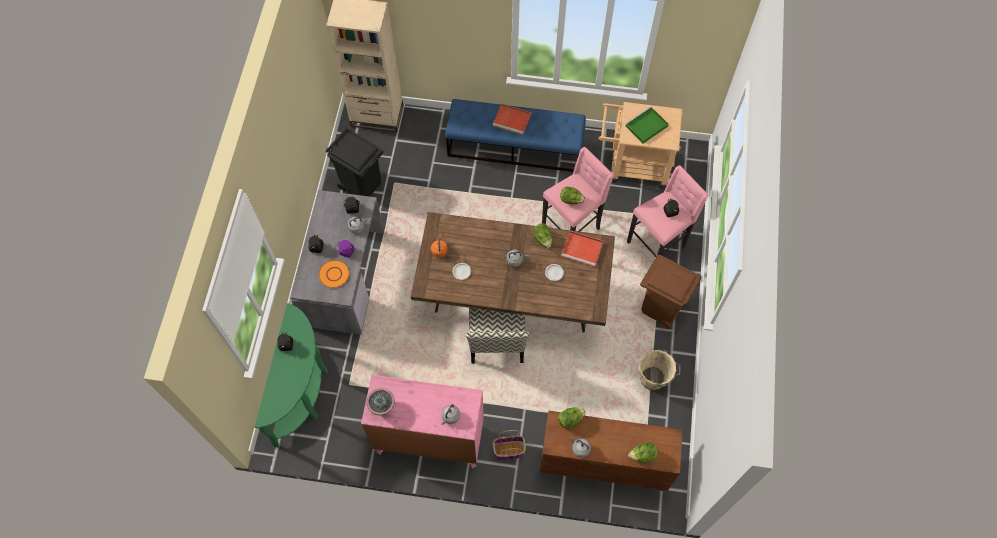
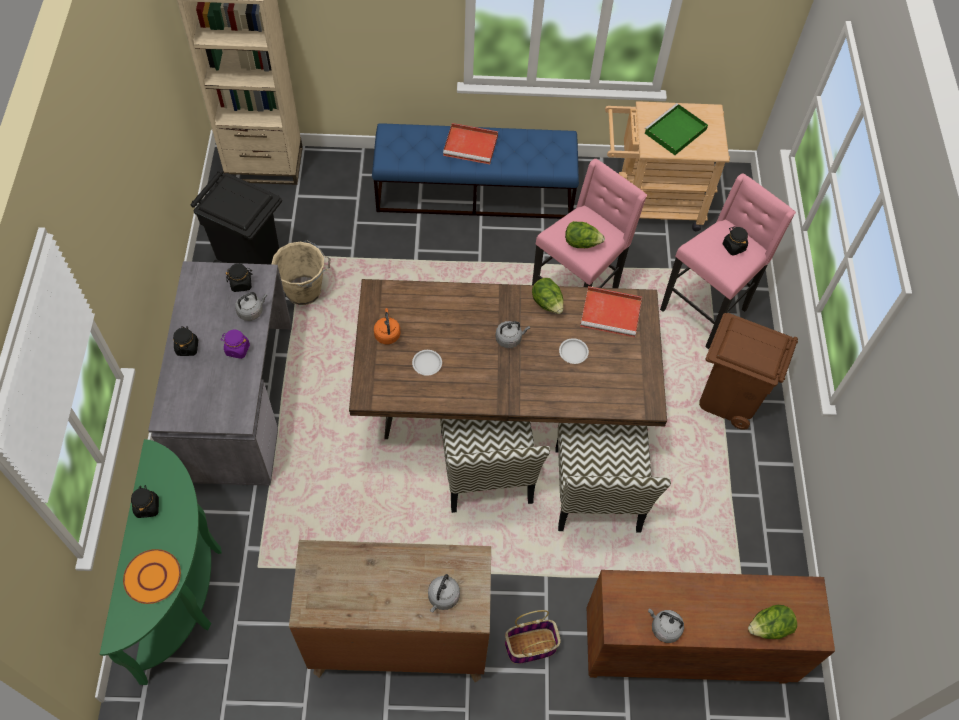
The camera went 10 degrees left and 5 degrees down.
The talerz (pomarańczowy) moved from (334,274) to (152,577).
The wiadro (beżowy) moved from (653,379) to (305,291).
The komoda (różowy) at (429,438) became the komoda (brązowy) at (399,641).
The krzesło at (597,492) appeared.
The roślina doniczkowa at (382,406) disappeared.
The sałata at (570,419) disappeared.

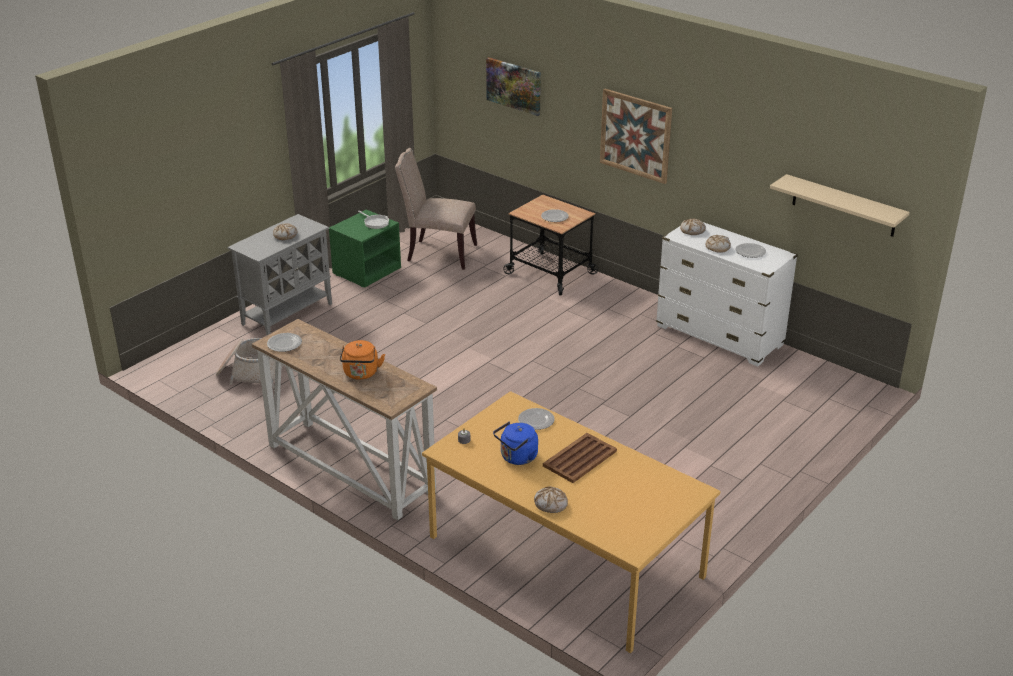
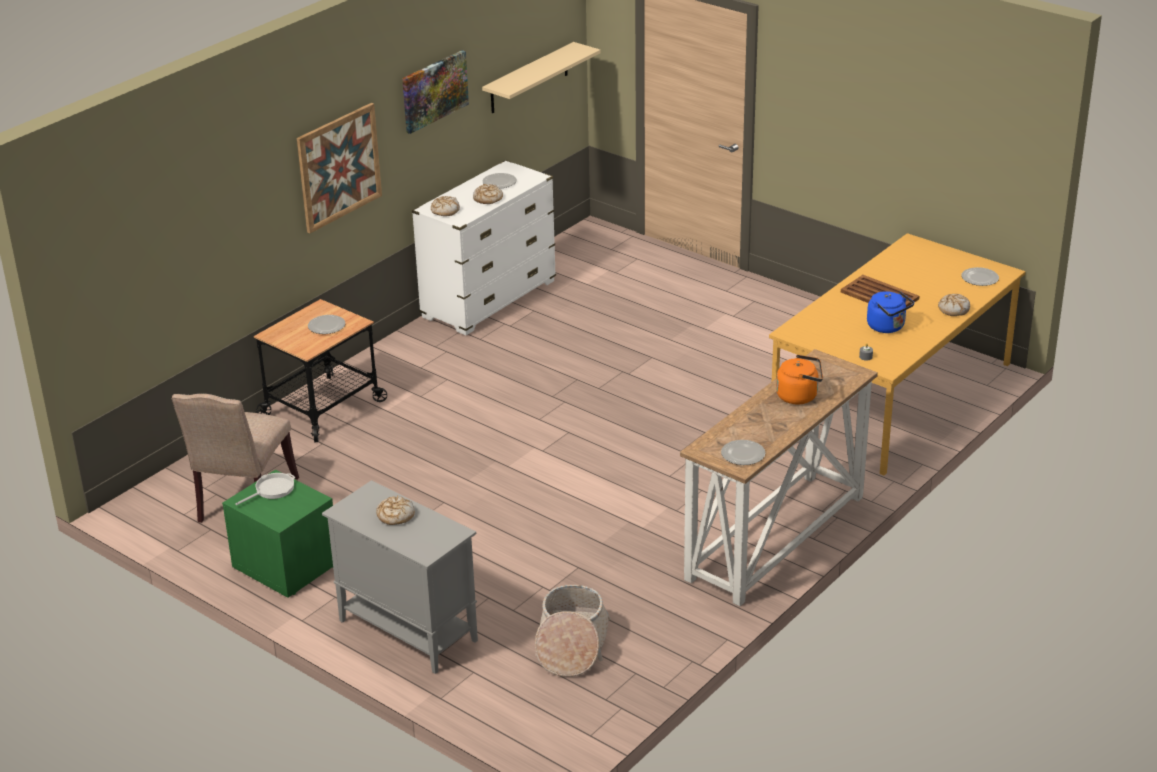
The camera went 90 degrees left and 0 degrees up.
The obraz moved from (514,85) to (434,91).
The talerz moved from (536,420) to (979,278).

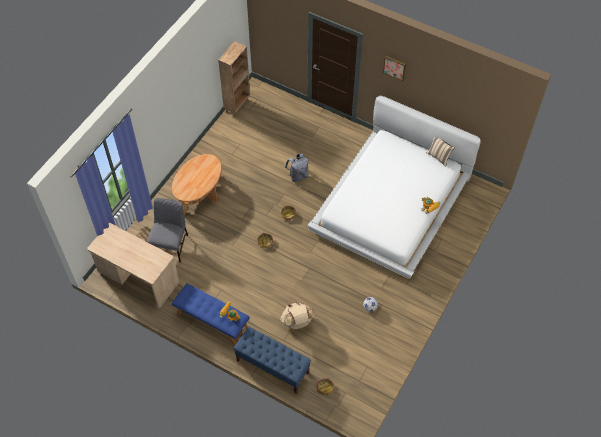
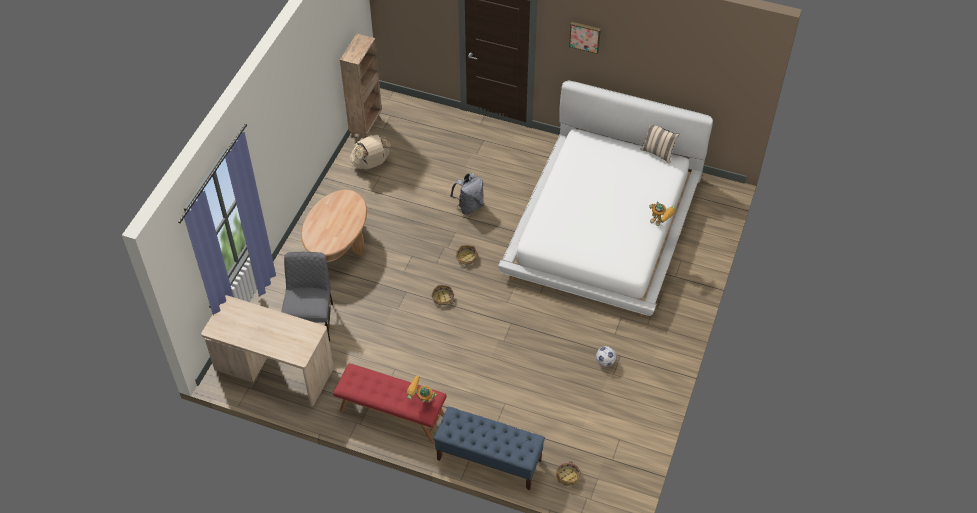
The camera went 10 degrees left and 5 degrees down.
The ławka (niebieski) at (212,322) became the ławka (czerwony) at (391,413).
The plecak (beżowy) moved from (297,322) to (371,164).

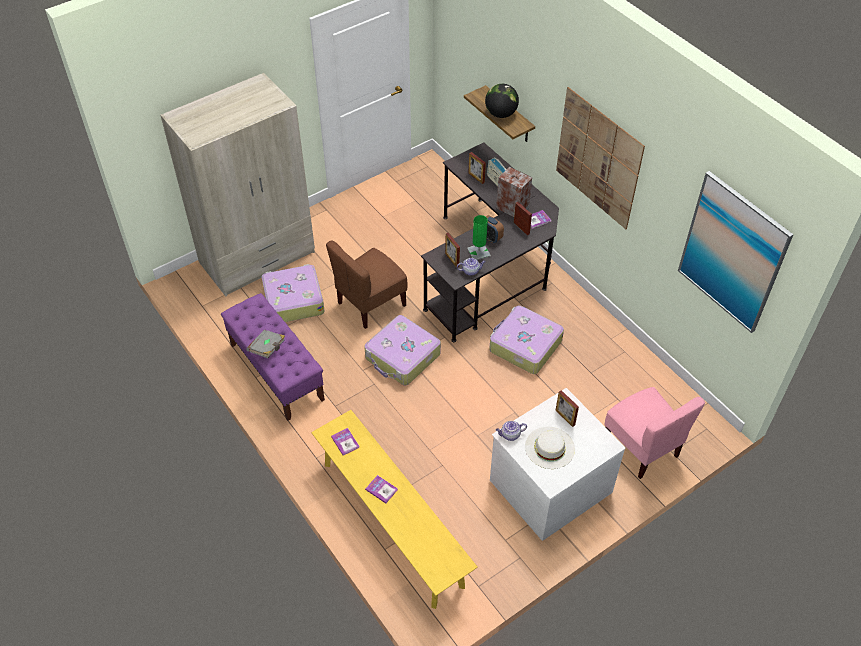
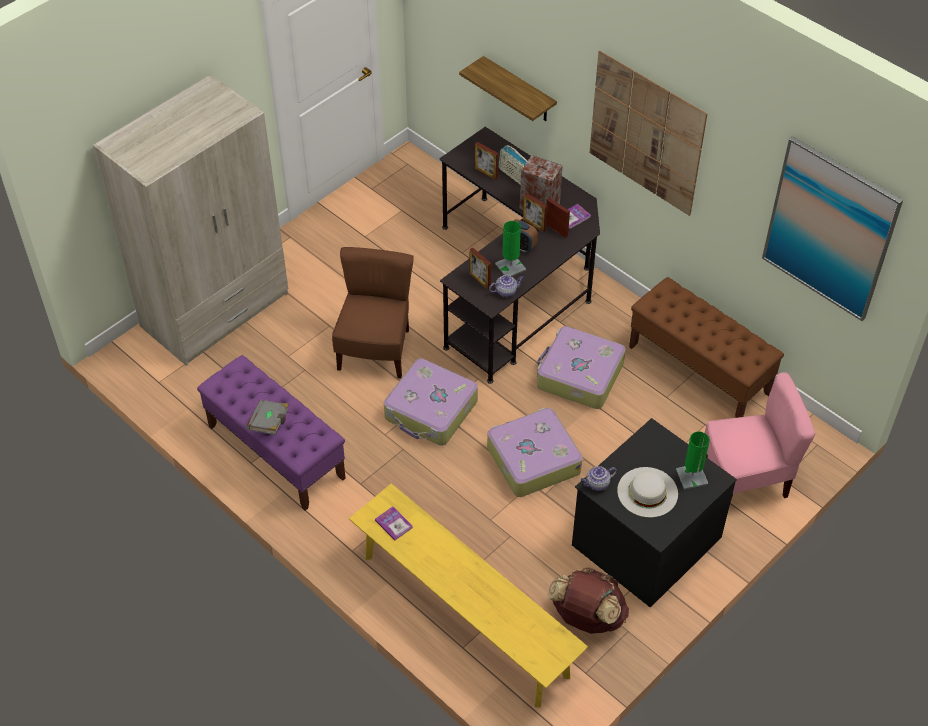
The camera went 10 degrees left and 0 degrees up.
The krzesło (brązowy) at (370,304) turned 150 degrees clockwise.
The walizka moved from (293,300) to (532,459).
The ramka na zdjęcie moved from (565,417) to (534,225).
The plecak (brązowy) at (586,617) appeared.
The komoda (biały) at (549,484) became the komoda (czarny) at (644,539).
The ławka (brązowy) at (699,370) appeared.
The lampa stołowa (zielony) at (691,476) appeared.
The krzesło (różowy) at (641,448) turned 60 degrees counterclockwise.
The książka at (381,489) disappeared.
The globus at (501,114) disappeared.

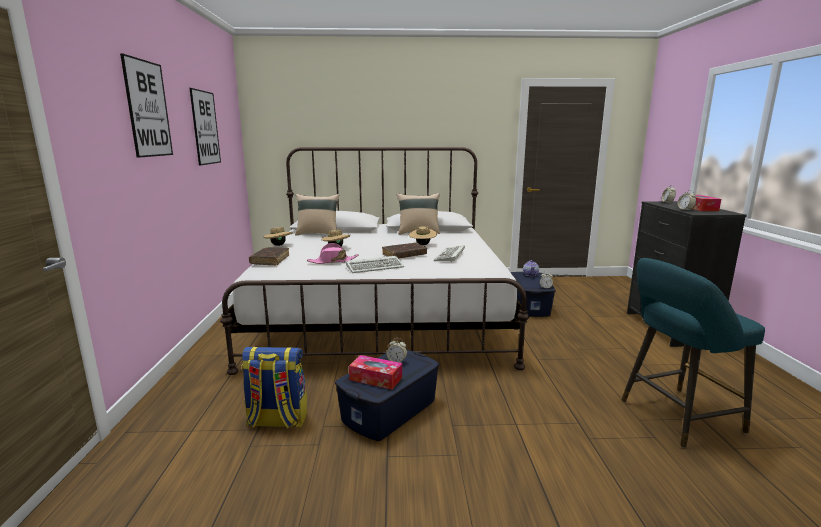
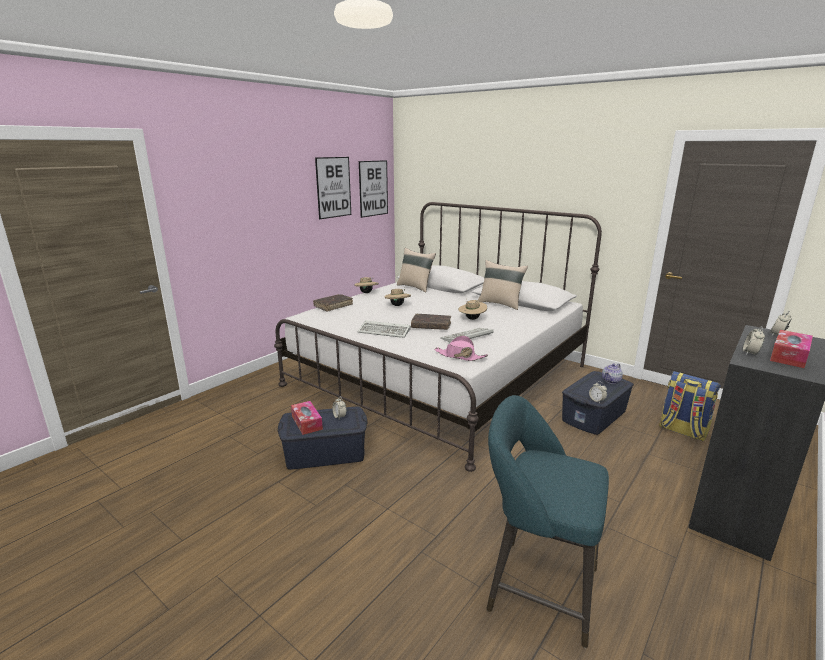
The camera went 40 degrees right and 5 degrees up.
The obraz moved from (148,109) to (373,188).
The kapelusz (różowy) moved from (333,261) to (460,356).
The plecak moved from (277,421) to (682,431).

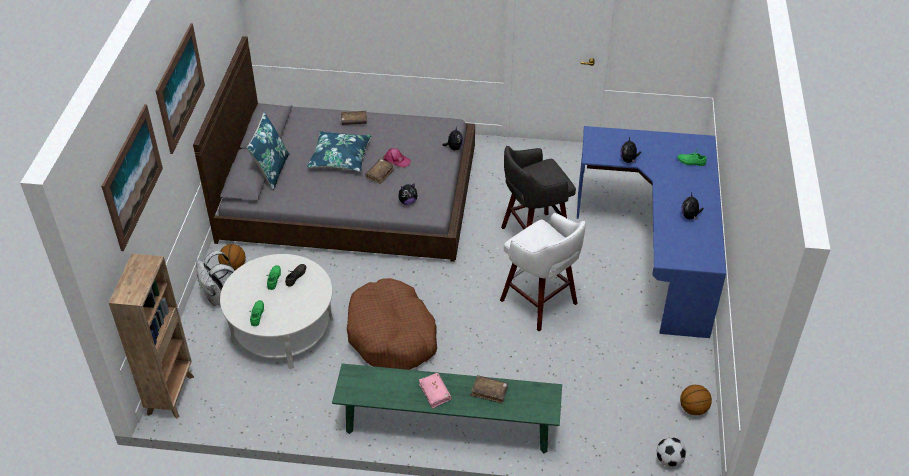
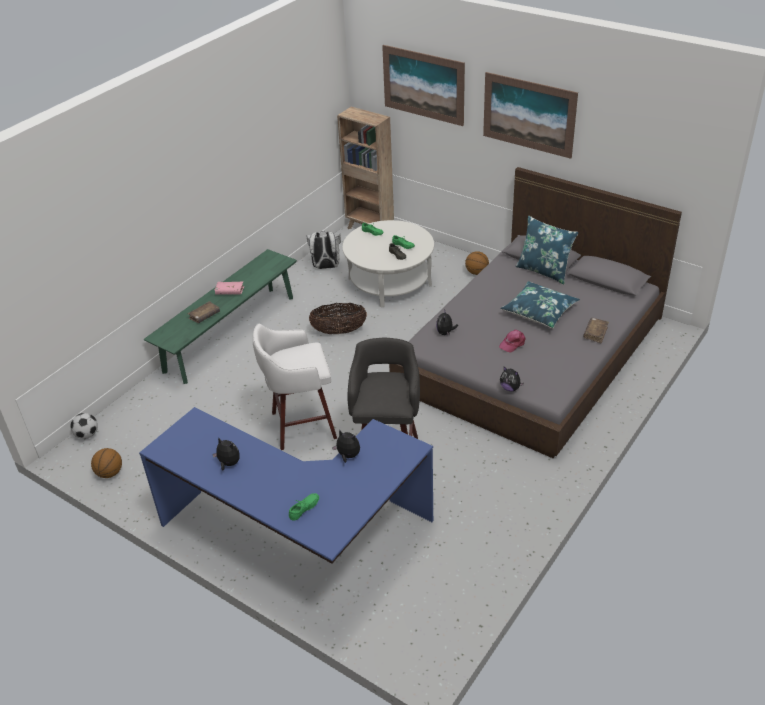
The camera went 120 degrees right and 5 degrees down.
The plecak (biały) moved from (219,297) to (326,267).
The legowisko (brązowy) at (392,335) was replaced by the koszyk at (339,331).
The książka (brązowy) at (380,174) disappeared.

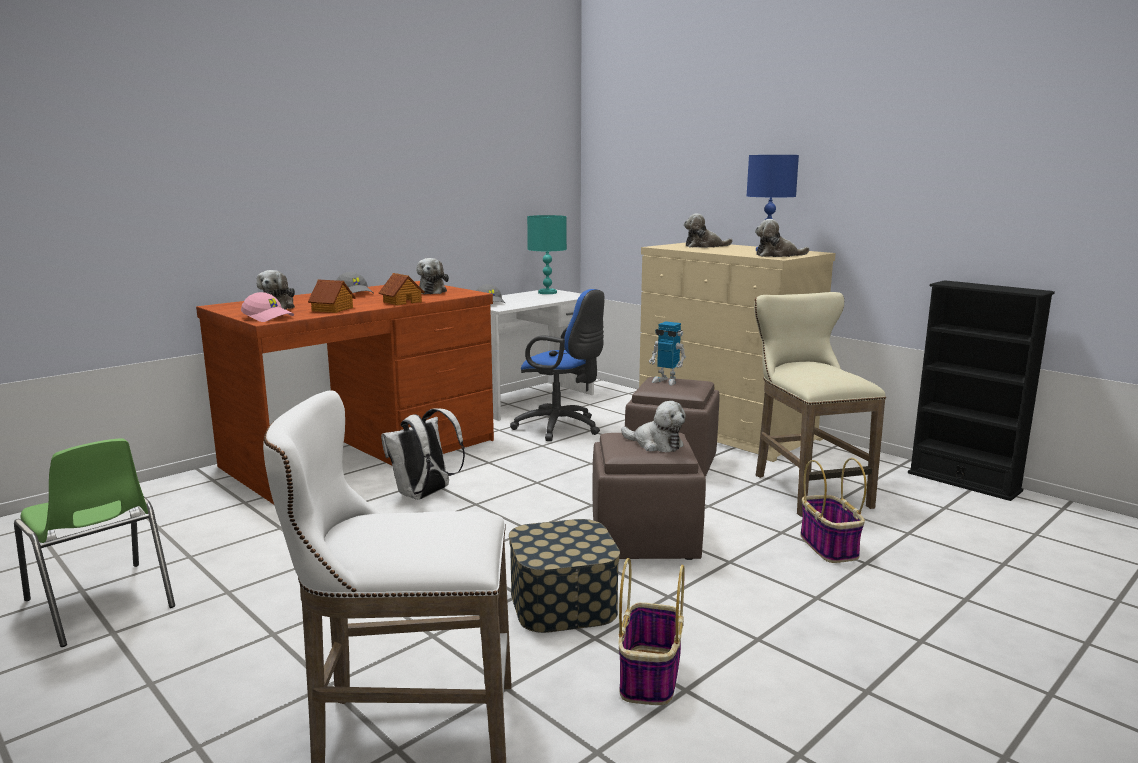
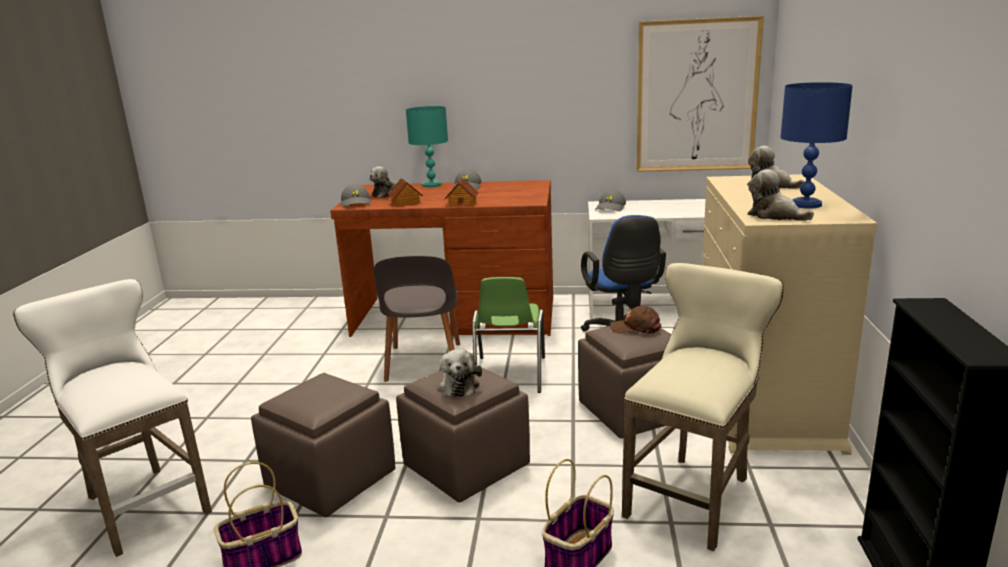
The camera went 50 degrees right and 5 degrees up.
The pojemnik do przechowywania at (563,602) was replaced by the pufa (brązowy) at (331,481).
The czapka z daszkiem (różowy) at (269,317) became the czapka z daszkiem (szary) at (356,203).
The plecak (biały) at (424,495) was replaced by the krzesło (szary) at (423,363).
The lampa stołowa (turkusowy) moved from (547,292) to (431,185).
The krzesło (zielony) moved from (101,604) to (509,375).
The robot zabawkowy at (666,381) was replaced by the czapka z daszkiem (brązowy) at (636,328).
The obraz at (696,96) appeared.
The pluszak at (431,291) disappeared.

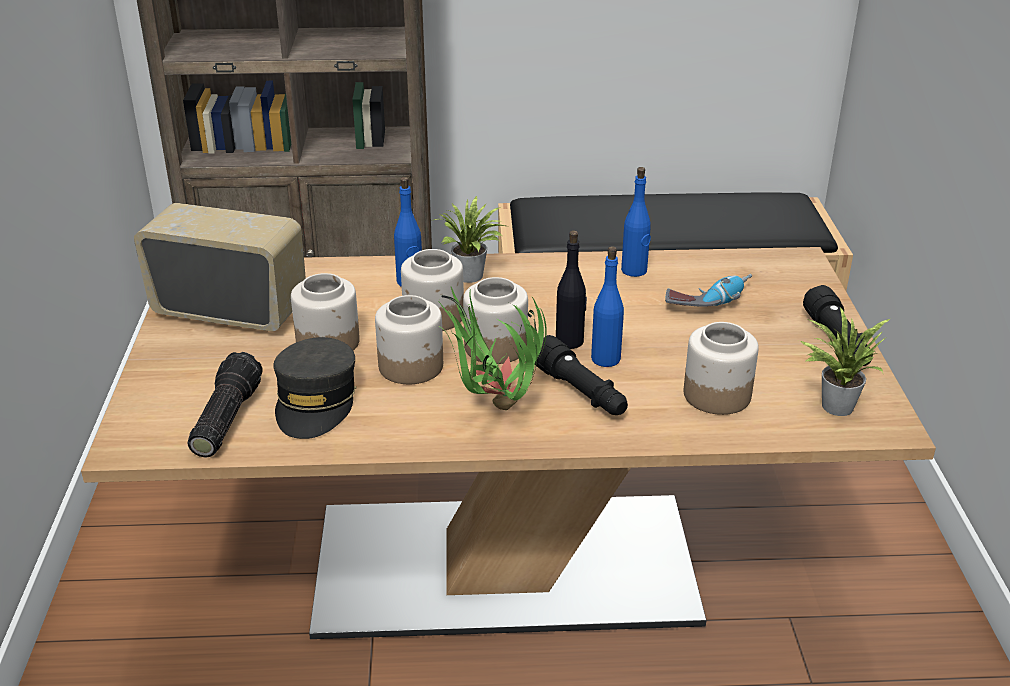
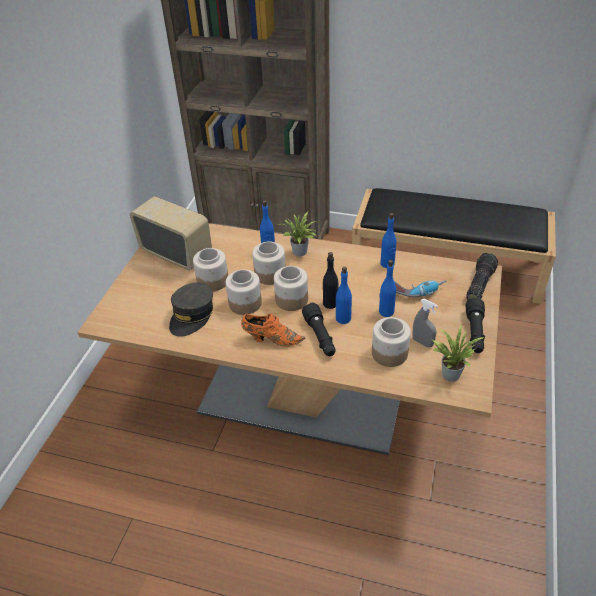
The camera went 20 degrees right and 10 degrees up.
The roślina doniczkowa at (492,411) was replaced by the but (pomarańczowy) at (271,339).
The butelka (niebieski) at (386,312) appeared.
The spryskiwacz (szary) at (422,342) appeared.
The latarka moved from (224,419) to (478,284).

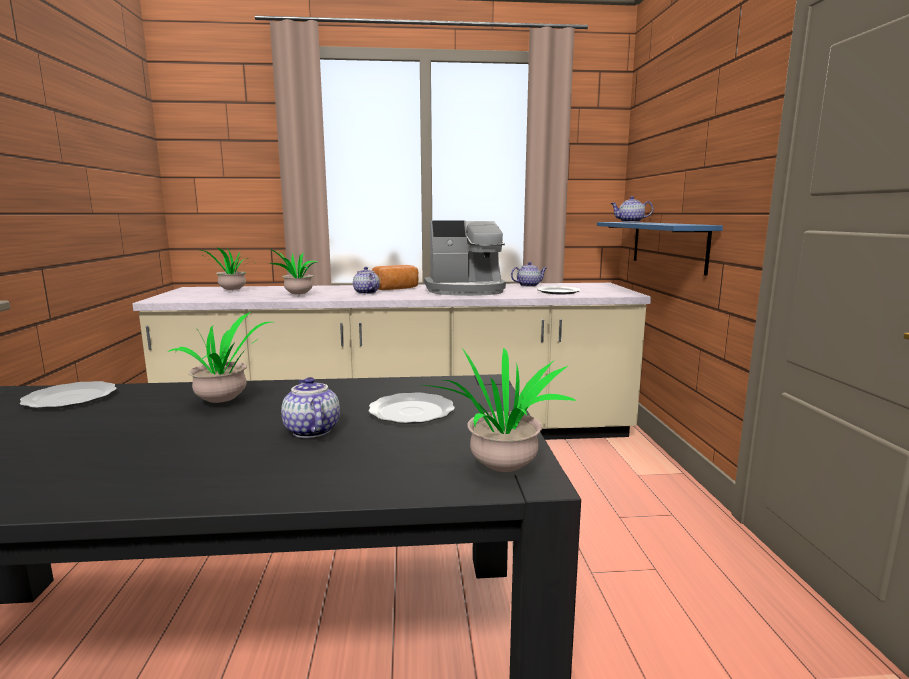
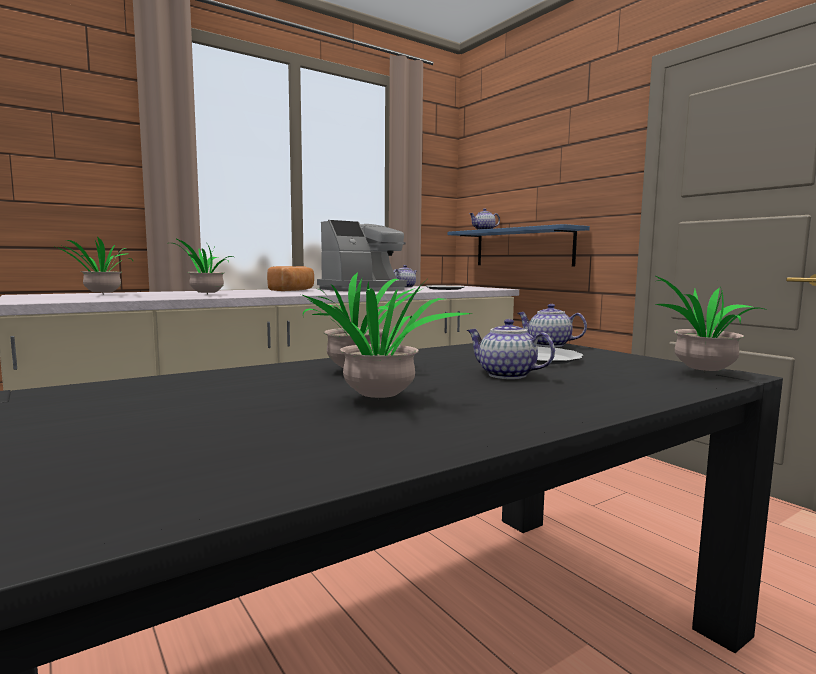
The camera went 30 degrees left and 5 degrees down.
The roślina doniczkowa at (379,401) appeared.
The imbryk moved from (365,293) to (548,345).
The talerz at (71,398) disappeared.

